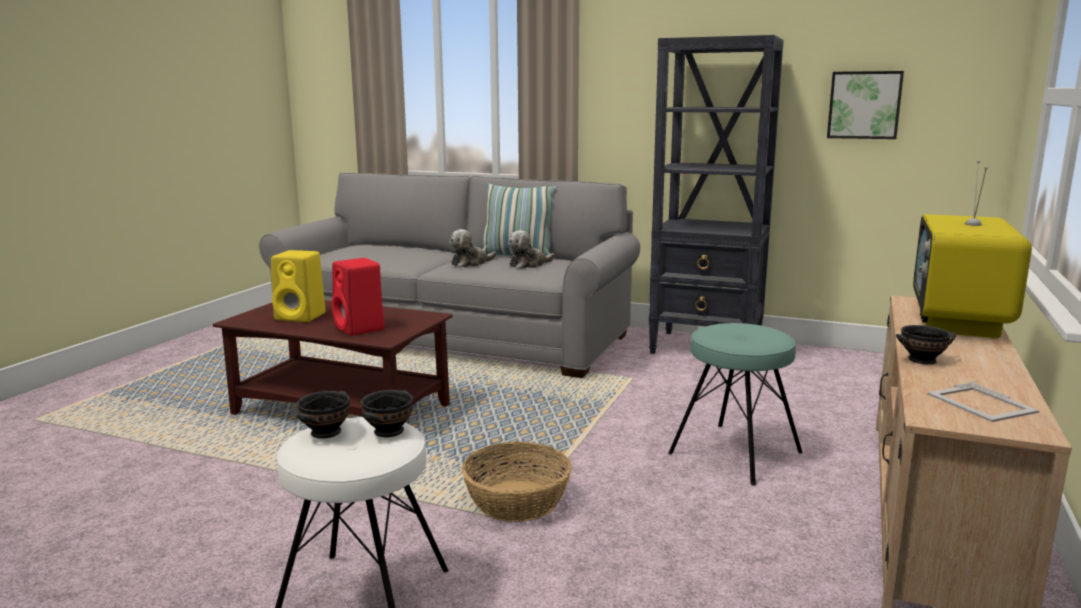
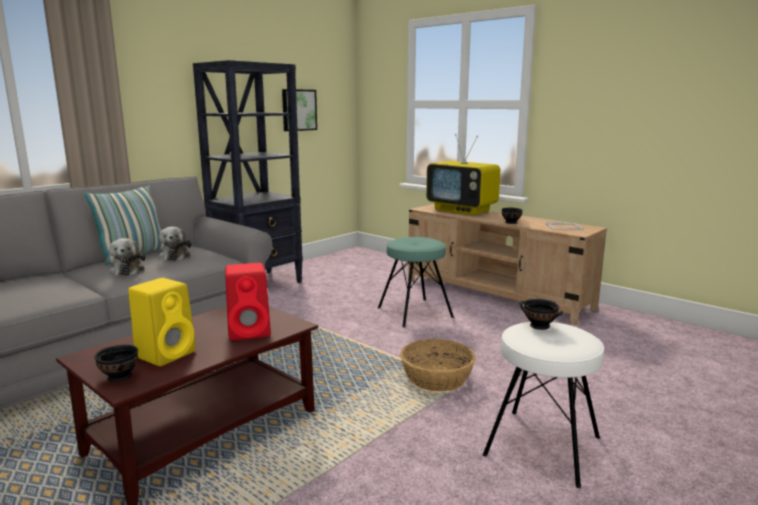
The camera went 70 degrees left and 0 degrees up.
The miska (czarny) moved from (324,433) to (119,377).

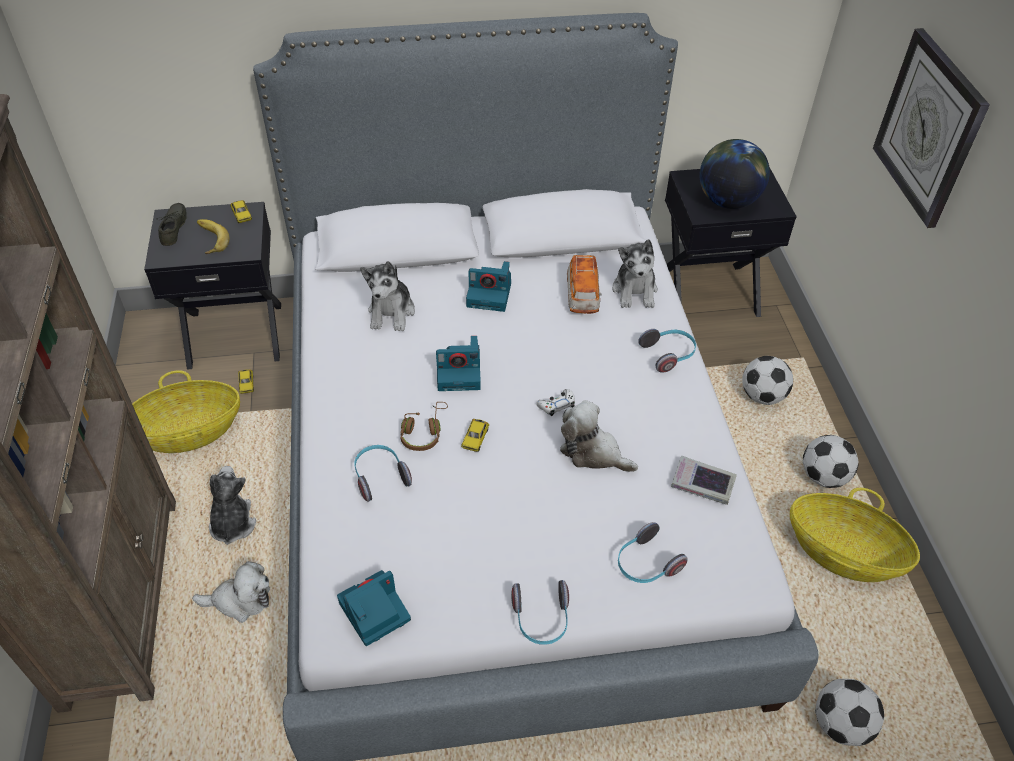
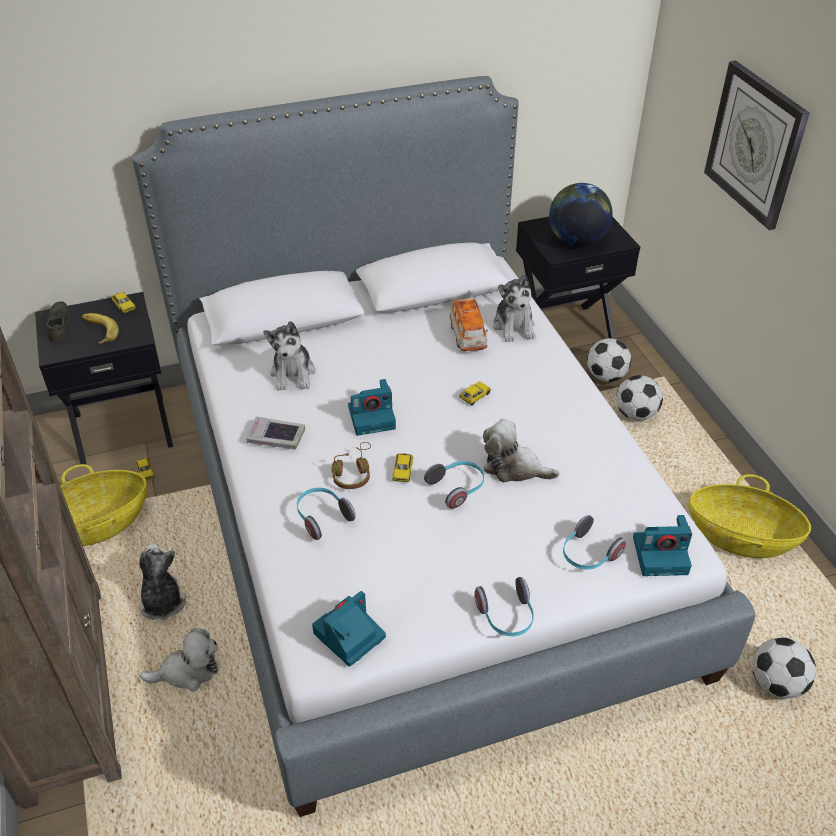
The camera went 10 degrees left and 5 degrees down.
The książka moved from (702,484) to (276,437).
The słuchawki moved from (668,354) to (457,488).
The samochodzik at (475,396) appeared.
The piłka futbolowa moved from (823,476) to (606,376).
The aparat fotograficzny moved from (490,294) to (661,554).
The pad do gier (biały) at (556,405) disappeared.

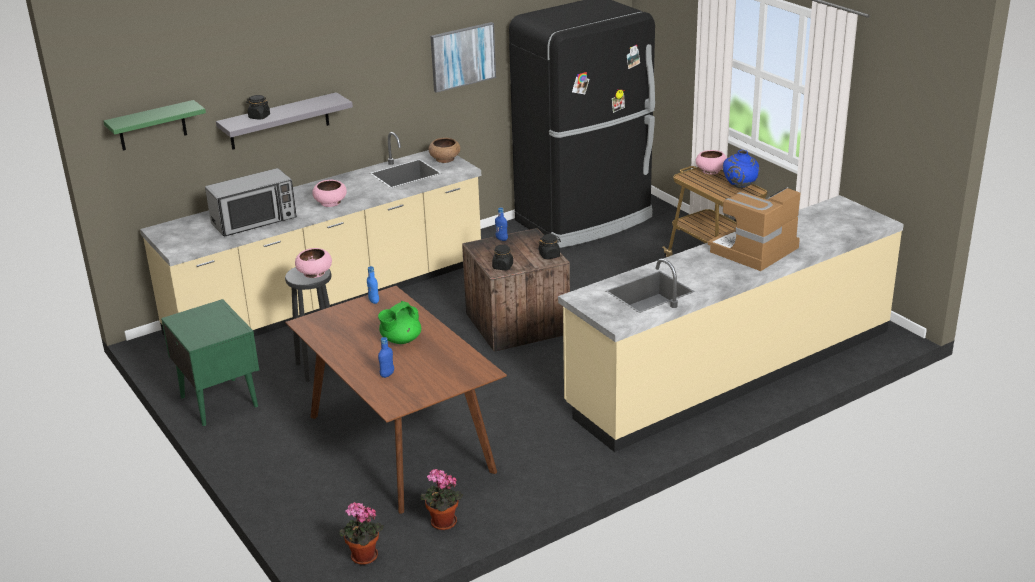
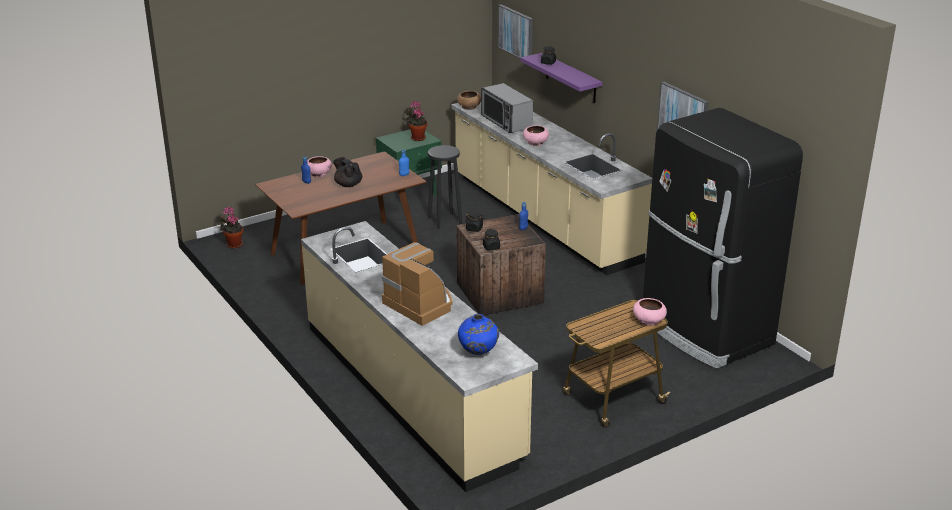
The camera went 90 degrees right and 0 degrees up.
The miska (różowy) moved from (314,273) to (318,174).
The imbryk (zielony) at (400,340) became the imbryk (czarny) at (348,184).
The roślina doniczkowa moved from (442,524) to (417,138).
The miska (brązowy) moved from (445,159) to (469,107).
The wazon (niebieski) moved from (740,187) to (478,353).
The półka (zielony) at (152,126) was replaced by the obraz at (516,33).
The półka (szary) at (279,121) became the półka (fioletowy) at (570,78).

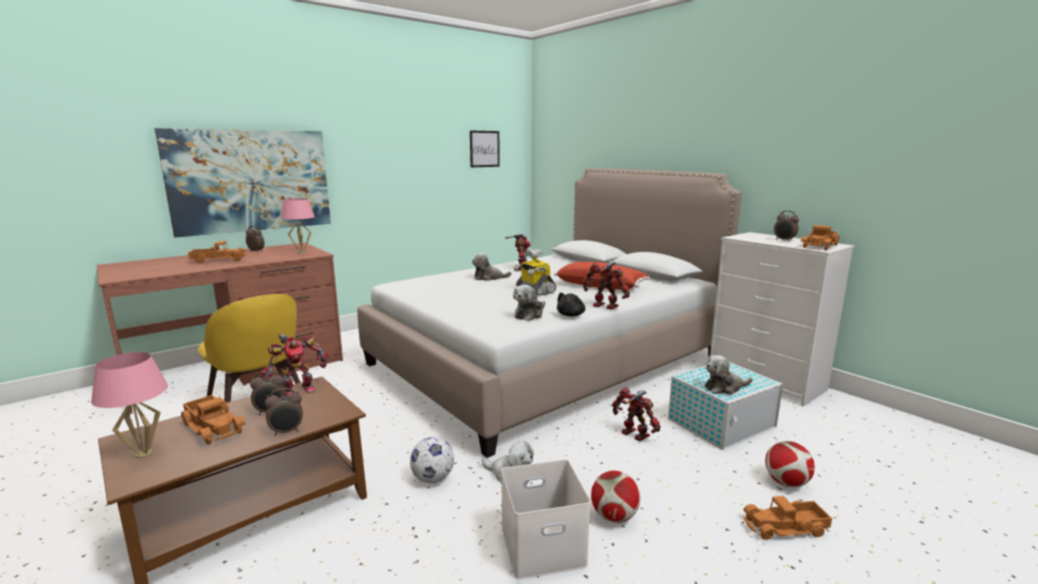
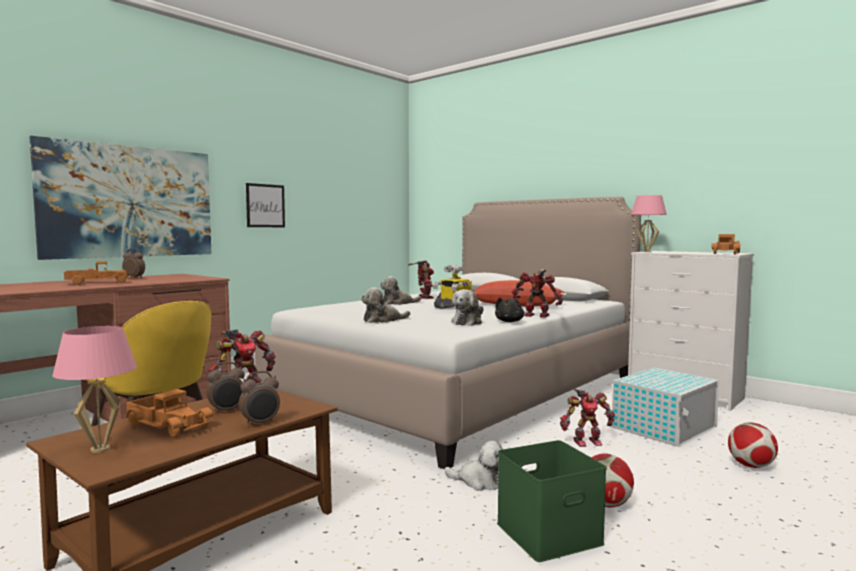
The camera went 10 degrees left and 10 degrees down.
The obraz moved from (484,149) to (265,205).
The pluszak moved from (724,387) to (383,320).
The pojemnik do przechowywania (biały) at (541,547) became the pojemnik do przechowywania (zielony) at (548,535).
The robot zabawkowy at (634,435) turned 135 degrees clockwise.
The lampa stołowa (różowy) moved from (301,252) to (647,252).
The piłka futbolowa at (433,478) disappeared.
The ciężarówka zabawkowa at (786,528) disappeared.
The budzik at (784,240) disappeared.

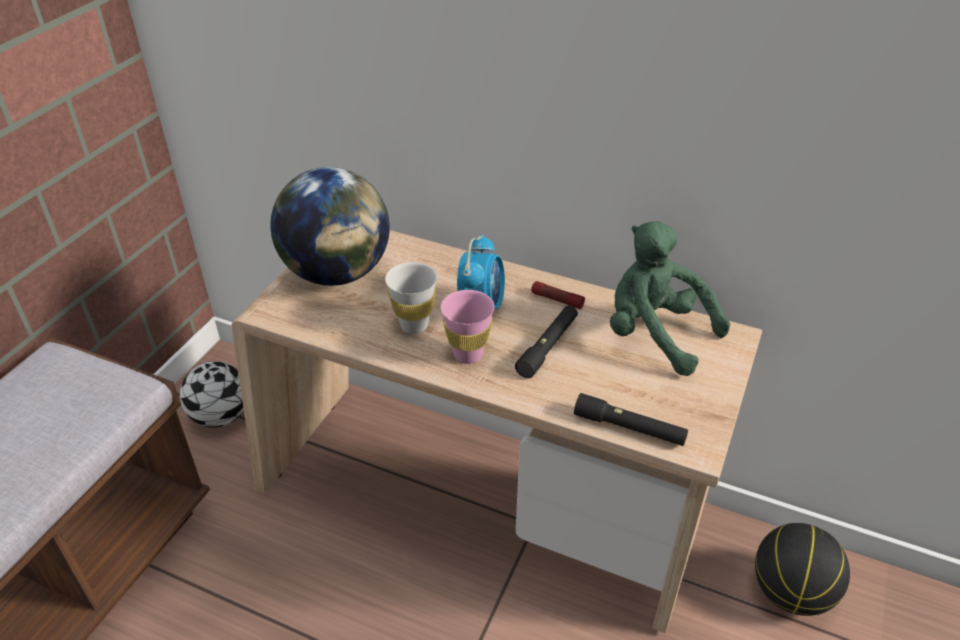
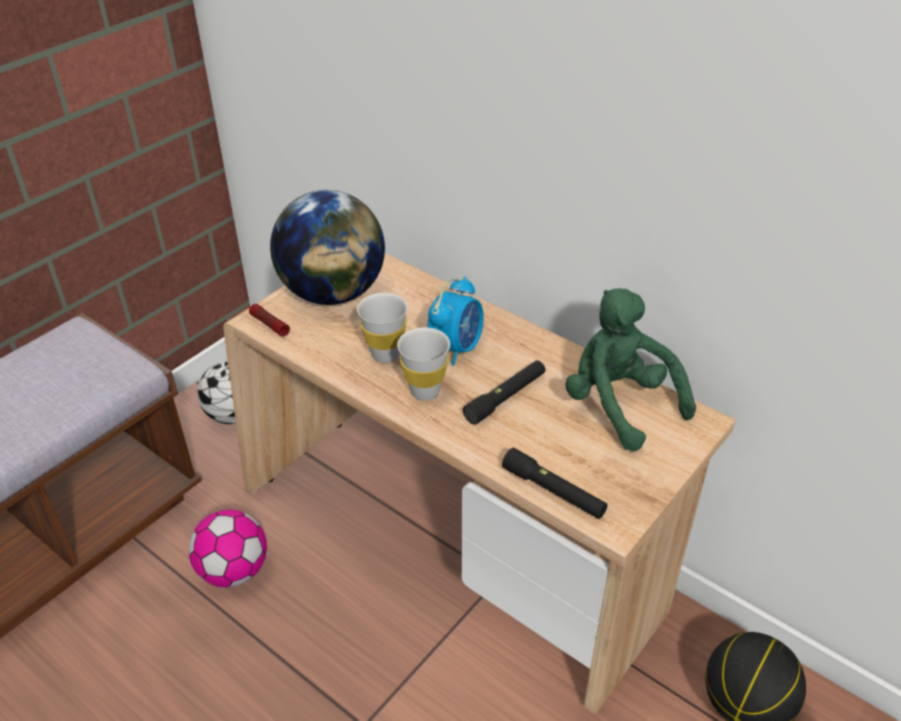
The camera went 15 degrees right and 0 degrees up.
The piłka futbolowa at (234,571) appeared.
The latarka moved from (557,300) to (269,325).
The filiżanka (różowy) at (468,354) became the filiżanka (biały) at (425,391).

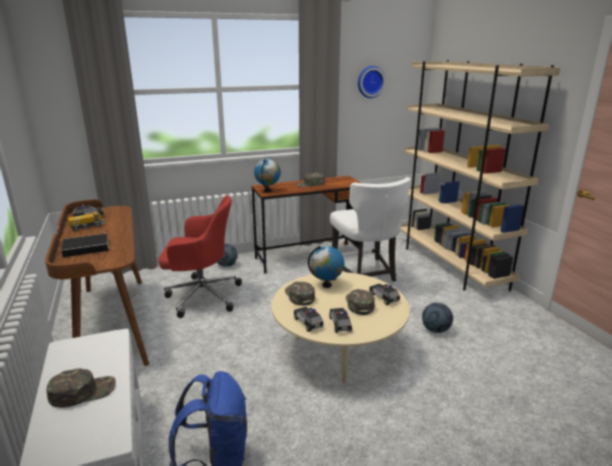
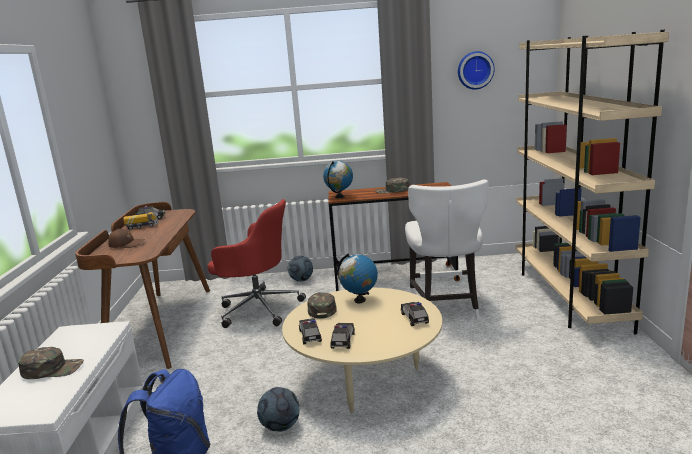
The camera went 20 degrees right and 5 degrees down.
The książka at (88,248) was replaced by the czapka z daszkiem (brązowy) at (126,244).
The piłka futbolowa moved from (436,330) to (281,427).
The czapka z daszkiem (zielony) at (359,304) disappeared.

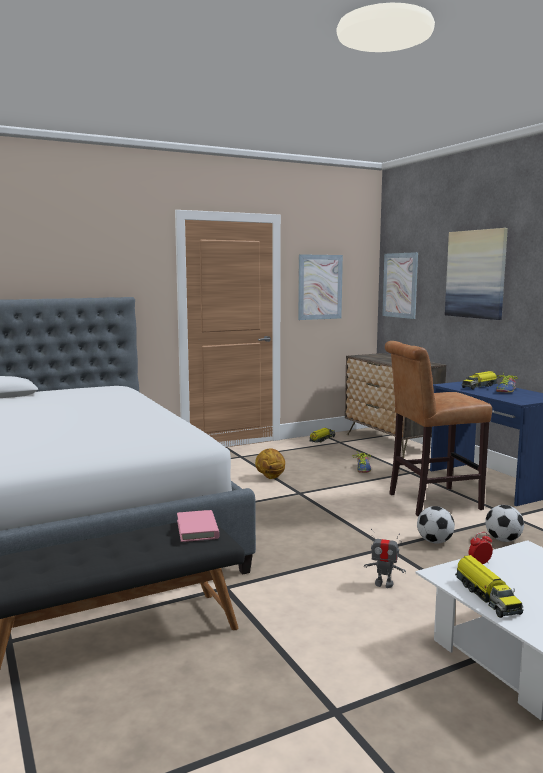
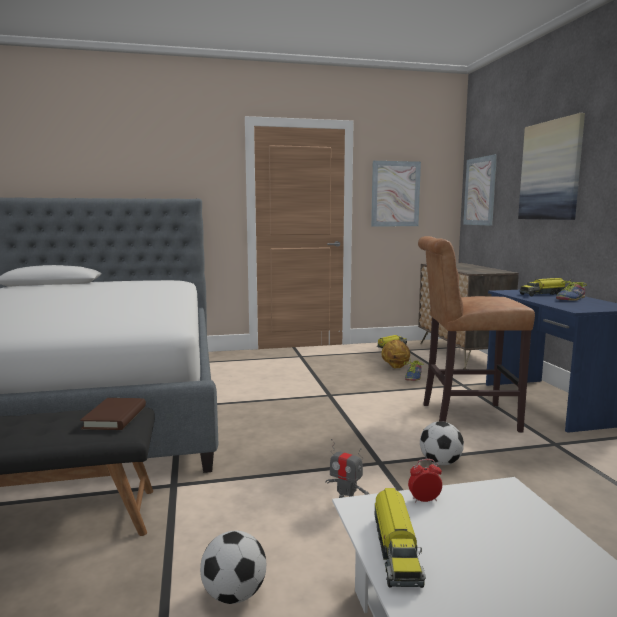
The camera went 15 degrees right and 0 degrees up.
The książka (różowy) at (197,529) became the książka (brązowy) at (115,417).
The piłka futbolowa moved from (503,540) to (234,595).
The piłka do koszykówki moved from (270,477) to (395,367).

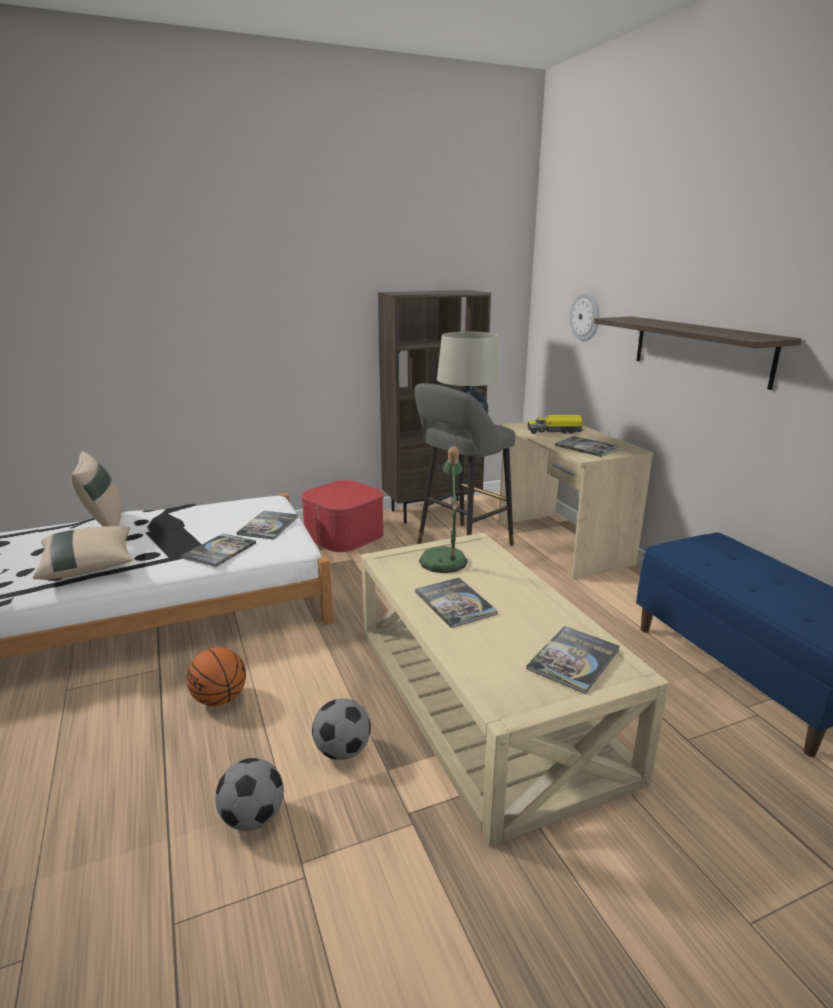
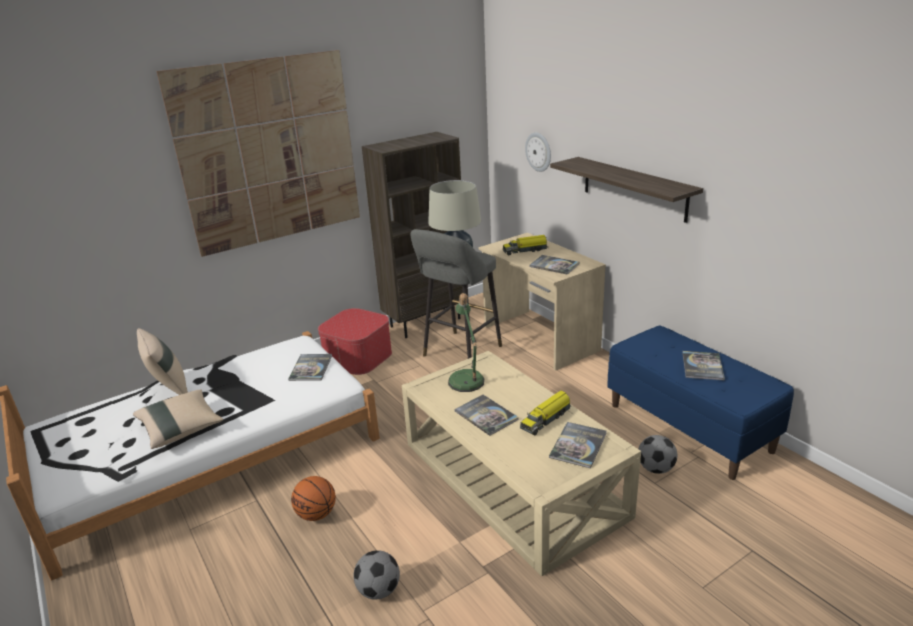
The camera went 10 degrees left and 5 degrees up.
The obraz at (269,152) appeared.
The ciężarówka zabawkowa at (546,419) appeared.
The piłka futbolowa moved from (342,751) to (655,469).
The książka moved from (219,551) to (702,366).

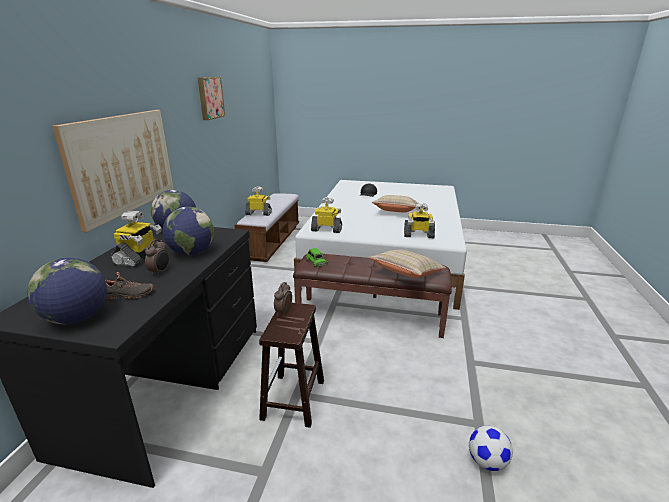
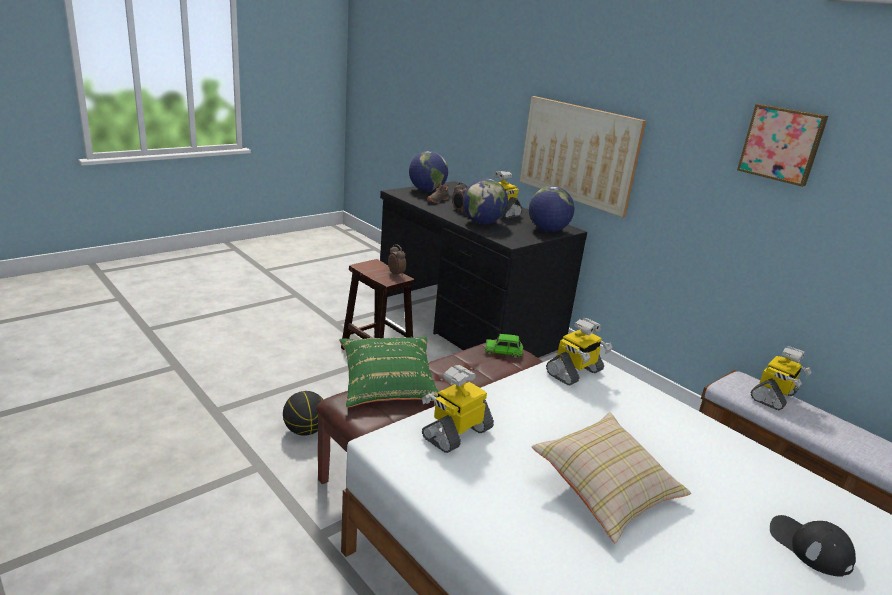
The camera went 125 degrees right and 0 degrees up.
The piłka do koszykówki at (305,431) appeared.
The poduszka (beżowy) at (406,274) became the poduszka (zielony) at (388,386).
The piłka futbolowa at (487,462) disappeared.

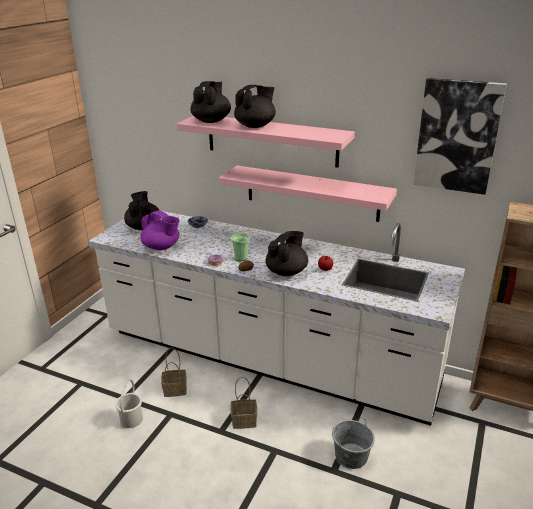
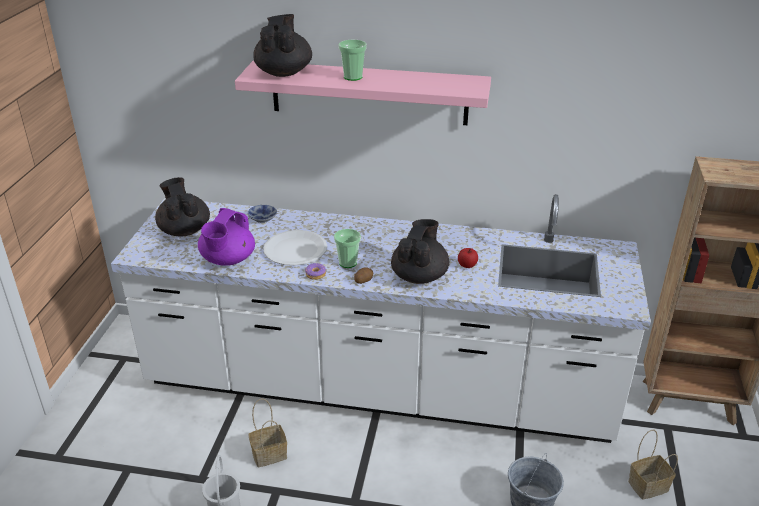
The camera went 15 degrees left and 5 degrees up.
The imbryk (fioletowy) at (162,247) turned 90 degrees clockwise.
The talerz (biały) at (295,250) appeared.
The imbryk (czarny) at (255,126) was replaced by the filiżanka at (353,77).
The koszyk moved from (243,421) to (647,487).
The półka (różowy) at (311,193) disappeared.
The obraz at (457,136) disappeared.

